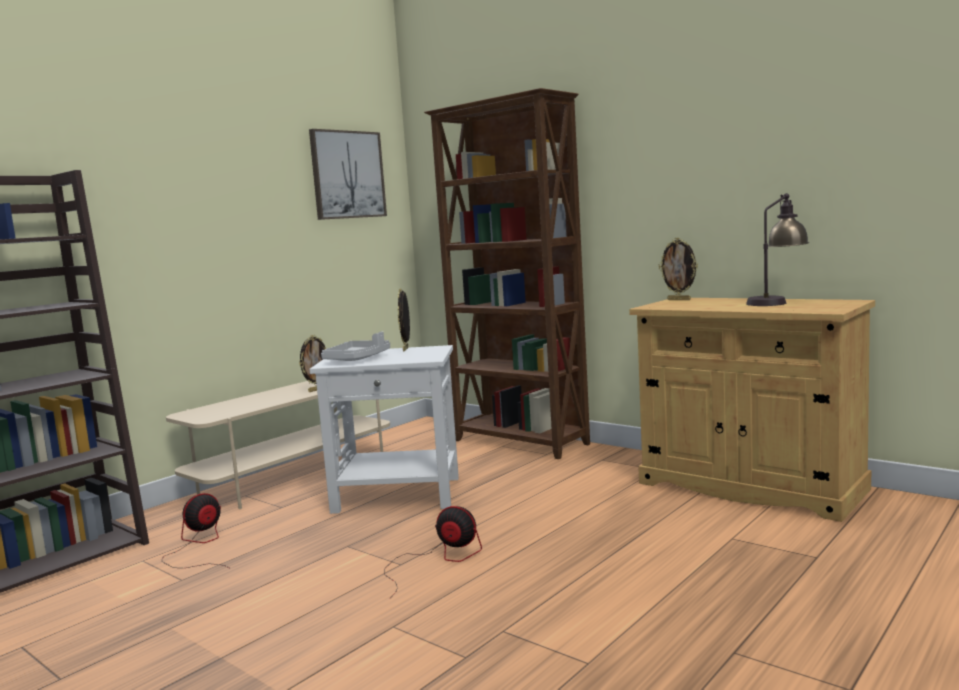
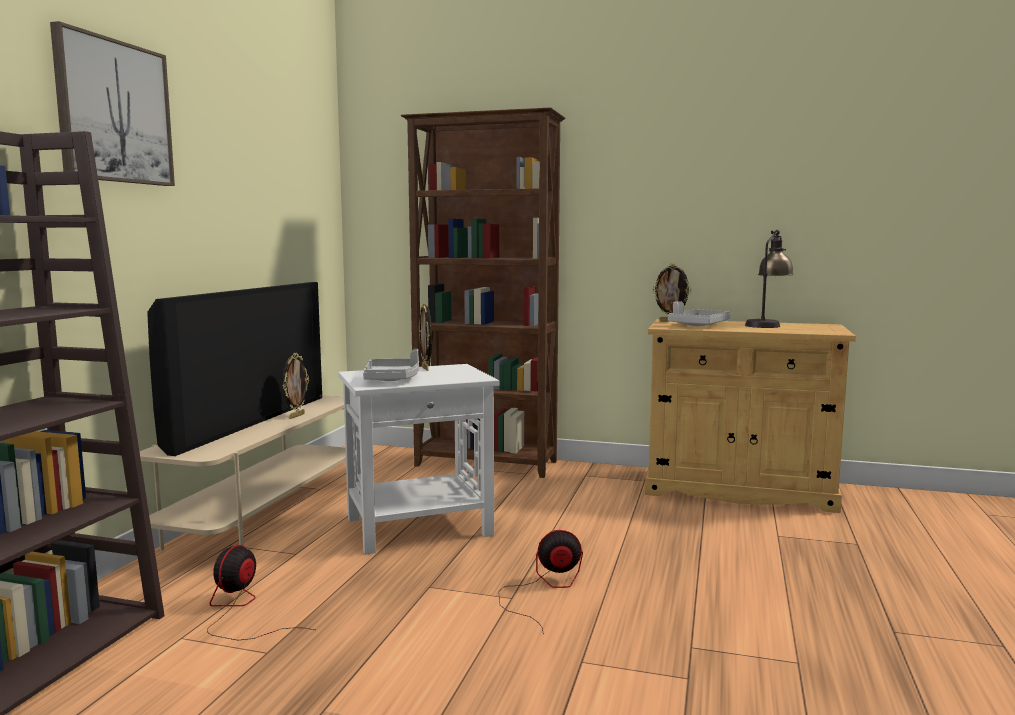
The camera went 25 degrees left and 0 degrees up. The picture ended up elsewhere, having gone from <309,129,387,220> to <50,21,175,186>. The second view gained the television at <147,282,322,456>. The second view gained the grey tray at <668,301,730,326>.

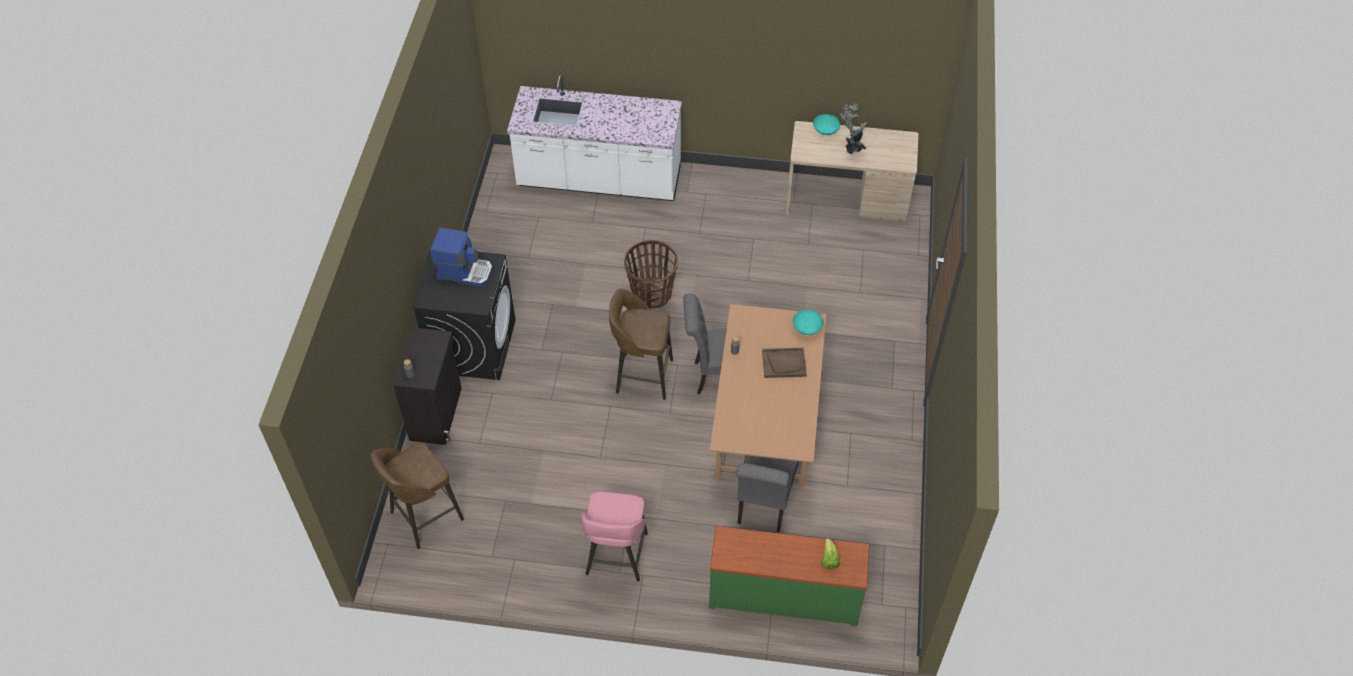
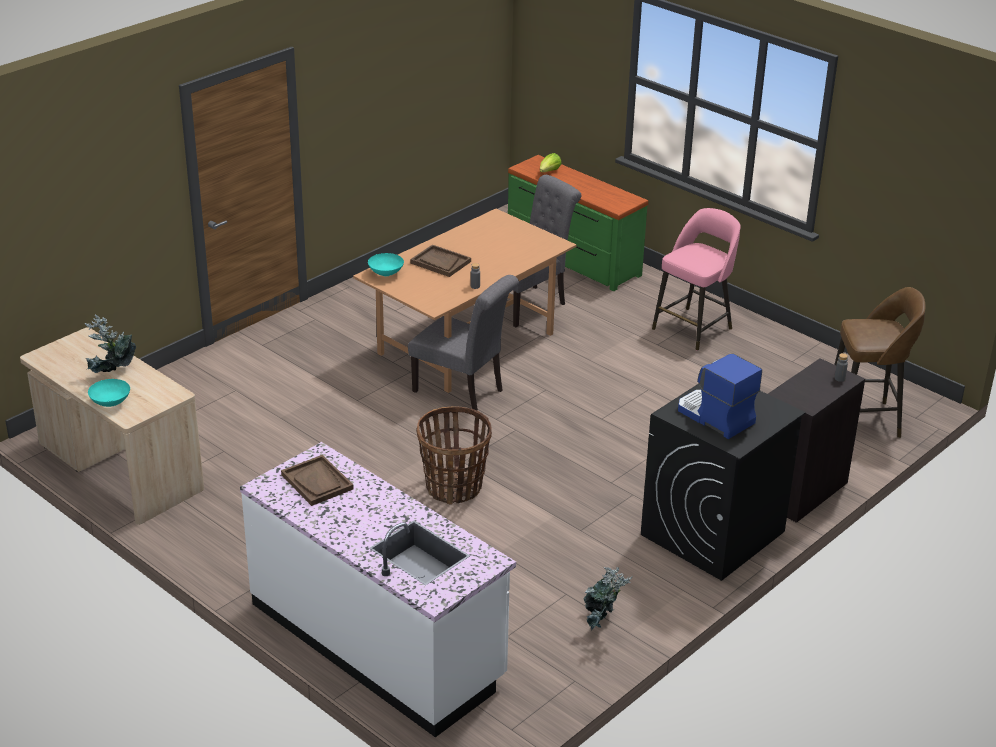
The camera went 145 degrees left and 20 degrees down. The second view lost the brown stool at <609,289,673,400>. The second view gained the brown tray at <281,455,354,506>. The second view gained the potted plant at <584,567,633,630>.

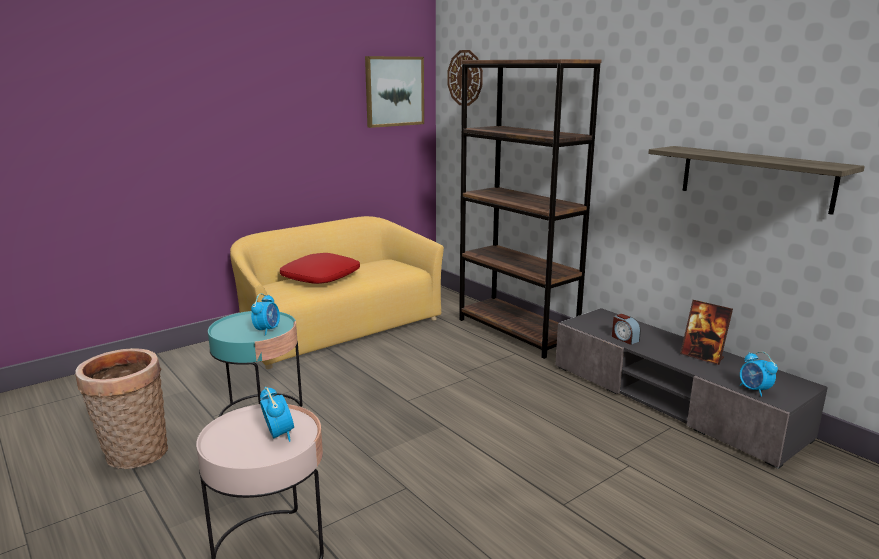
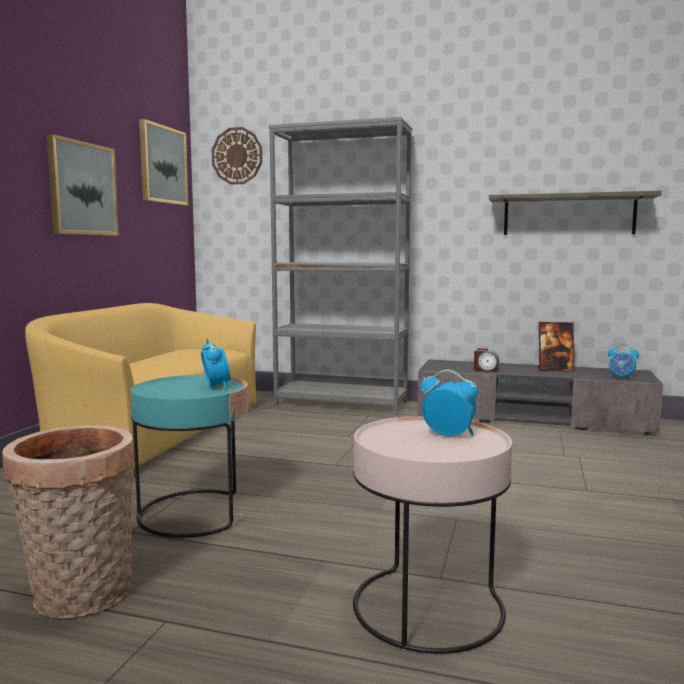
The camera went 35 degrees left and 10 degrees down. The second view lost the red pillow at <280,253,360,284>. What was the brown bookcase at <459,59,602,359> turned into the grey bookcase at <269,117,412,415>. The second view gained the picture at <46,134,119,236>.

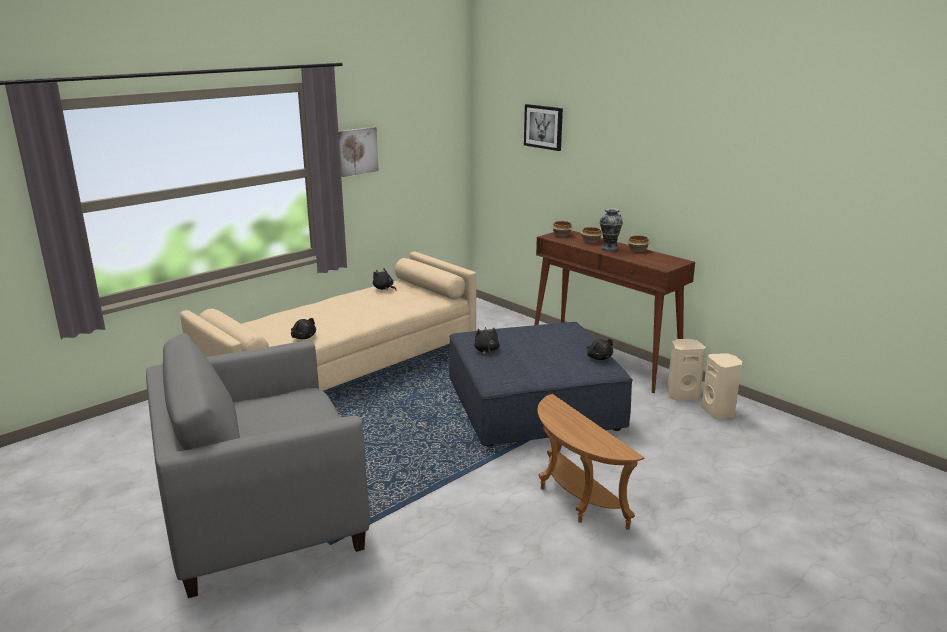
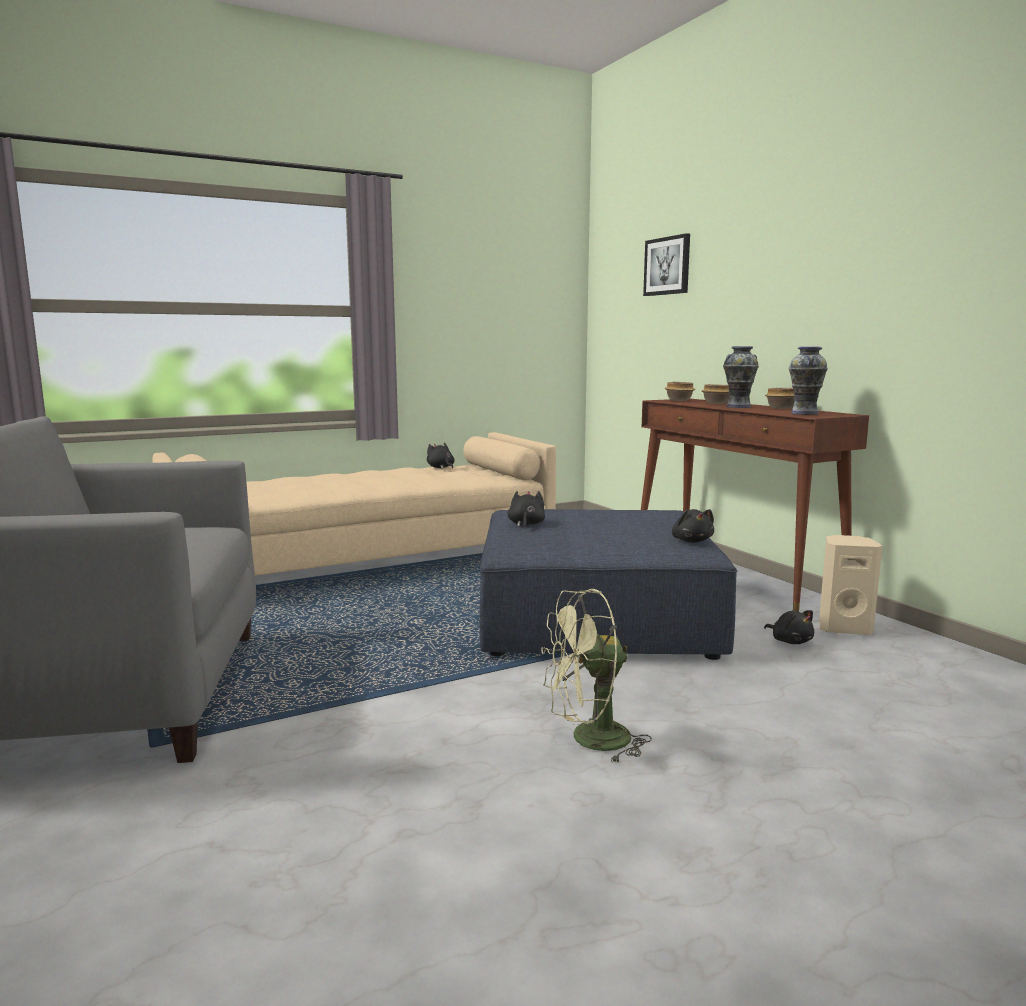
The camera went 15 degrees right and 10 degrees down. The black plush toy ended up elsewhere, having gone from <291,318,316,339> to <764,610,814,644>. The second view lost the picture at <338,127,379,177>. Where the brown side table stood at <537,394,644,530>, the green fan came to stand at <541,589,652,764>. The second view lost the beige speaker at <701,353,742,420>. The second view gained the vase at <788,347,828,415>.

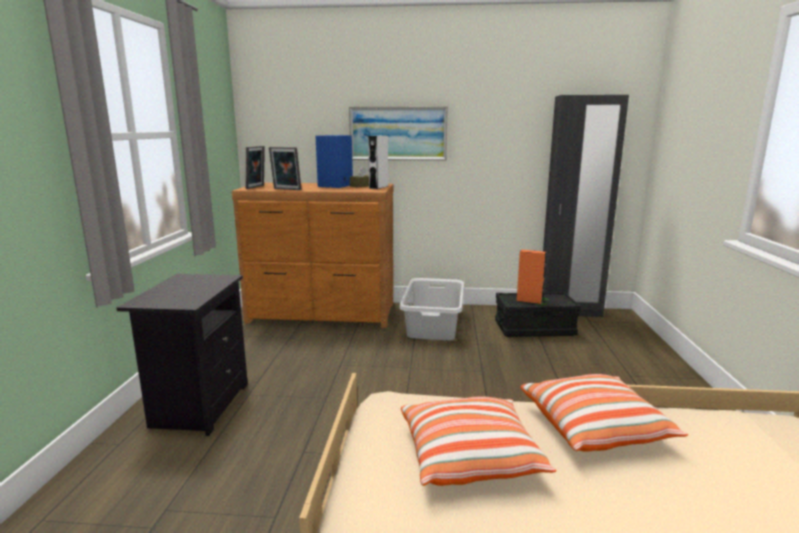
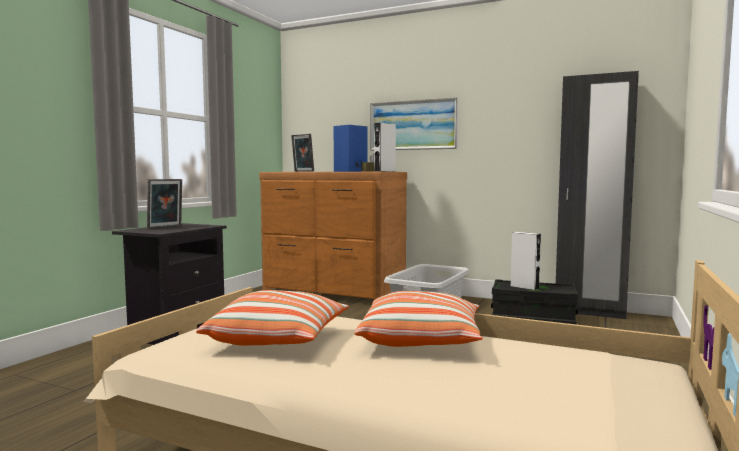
The camera went 20 degrees right and 10 degrees down. The picture frame ended up elsewhere, having gone from <246,146,265,189> to <147,179,182,229>. What was the orange speaker at <516,249,546,304> turned into the white speaker at <510,232,541,290>.

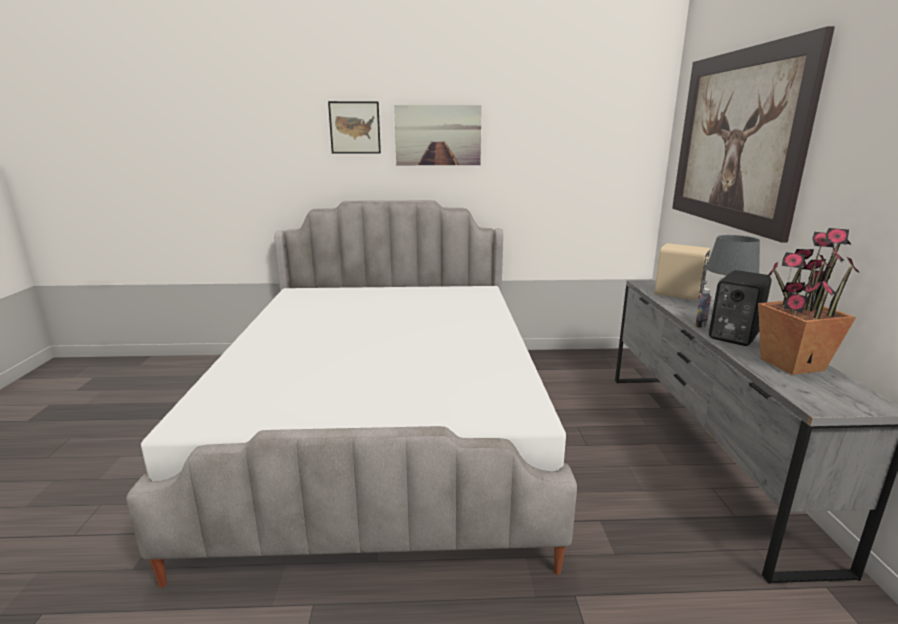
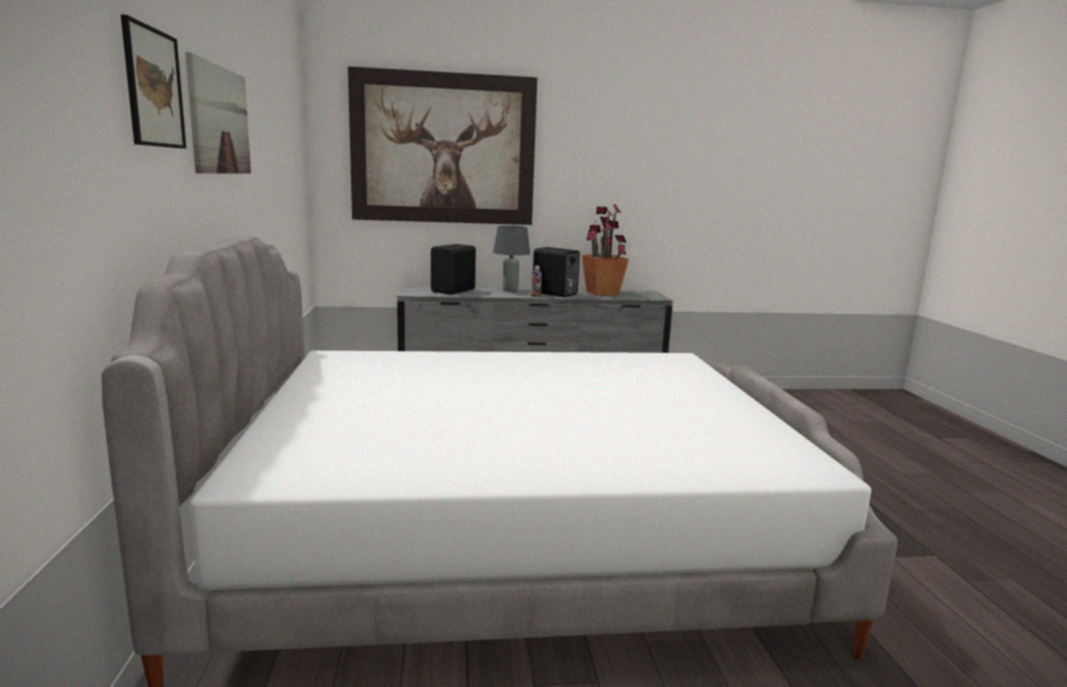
The camera went 95 degrees left and 5 degrees down. What was the beige speaker at <655,243,710,301> turned into the black speaker at <431,244,476,295>.

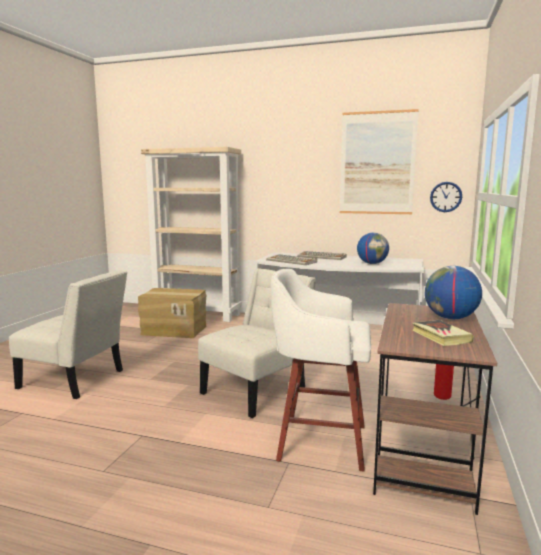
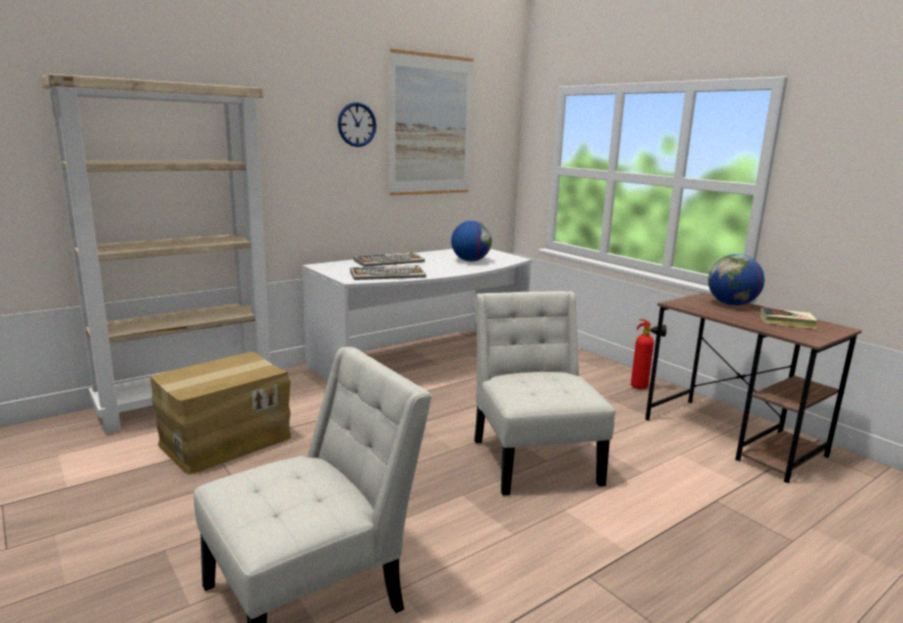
The camera went 55 degrees left and 5 degrees up. The second view lost the white stool at <271,269,371,472>. The wall clock ended up elsewhere, having gone from <430,182,462,212> to <338,102,376,147>.

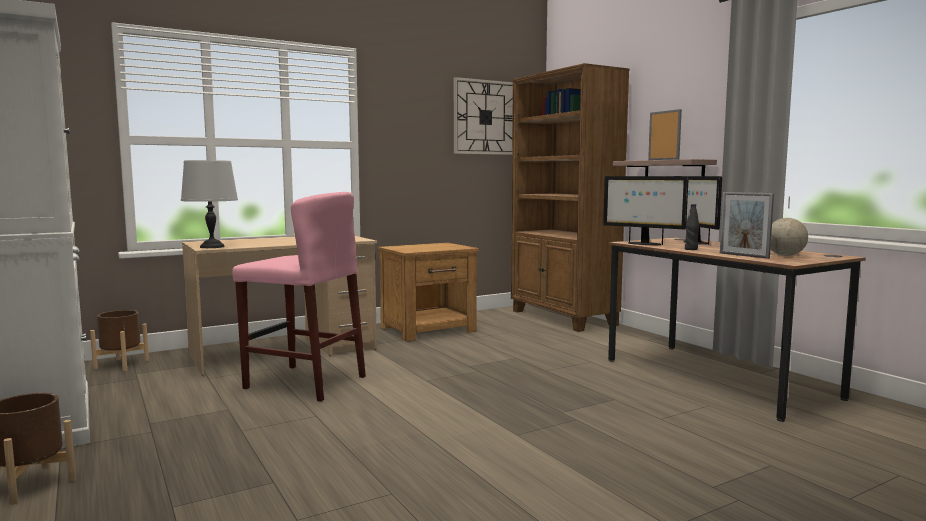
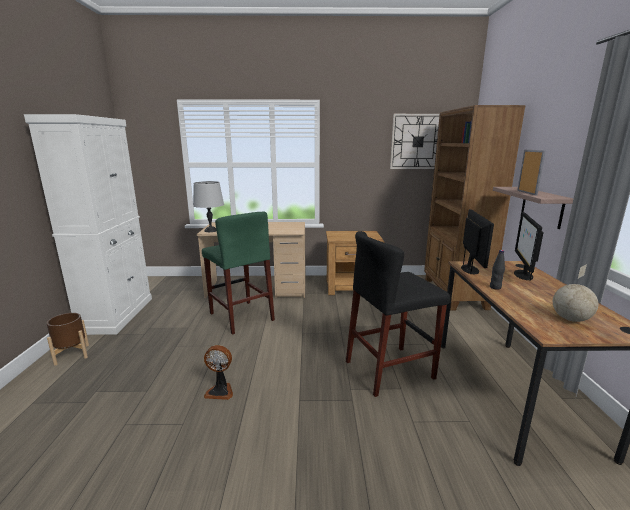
The camera went 30 degrees right and 10 degrees up. The second view lost the brown planter at <90,310,149,371>. What was the pink stool at <232,192,366,402> turned into the green stool at <202,212,275,335>. The monitor at <603,176,689,245> ended up facing another way, 150 degrees counterclockwise from before. The second view lost the picture frame at <720,192,774,259>. The second view gained the fan at <204,345,233,400>. The second view gained the black stool at <346,231,450,397>.

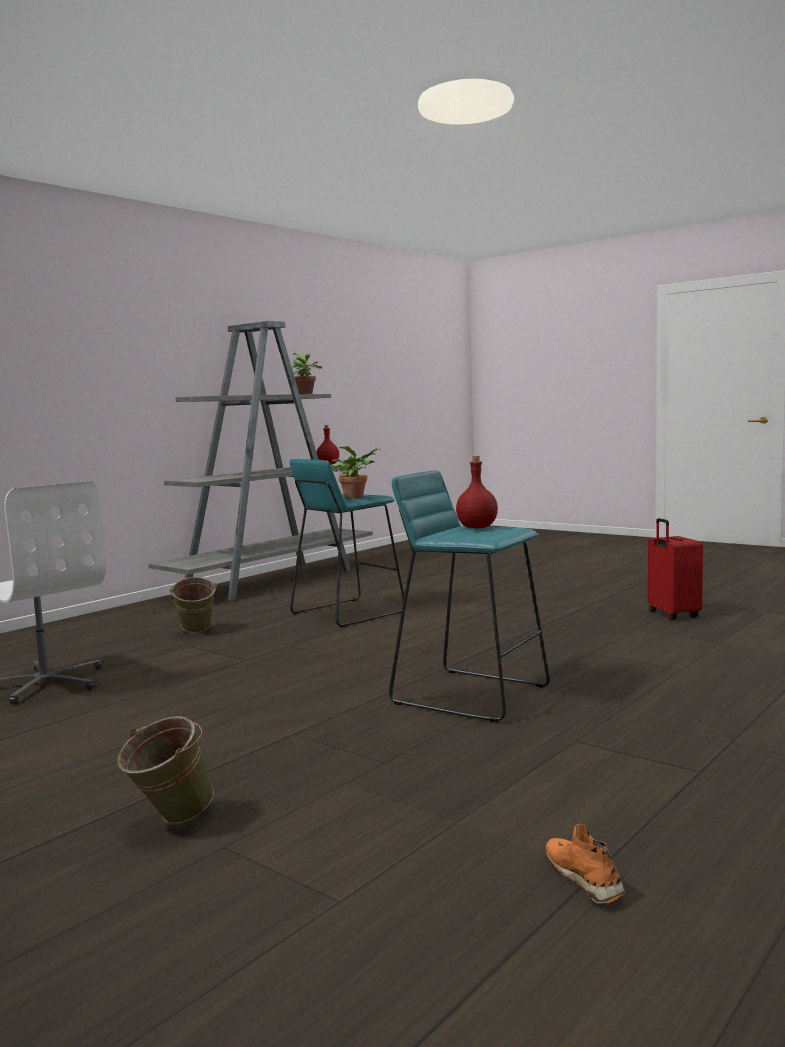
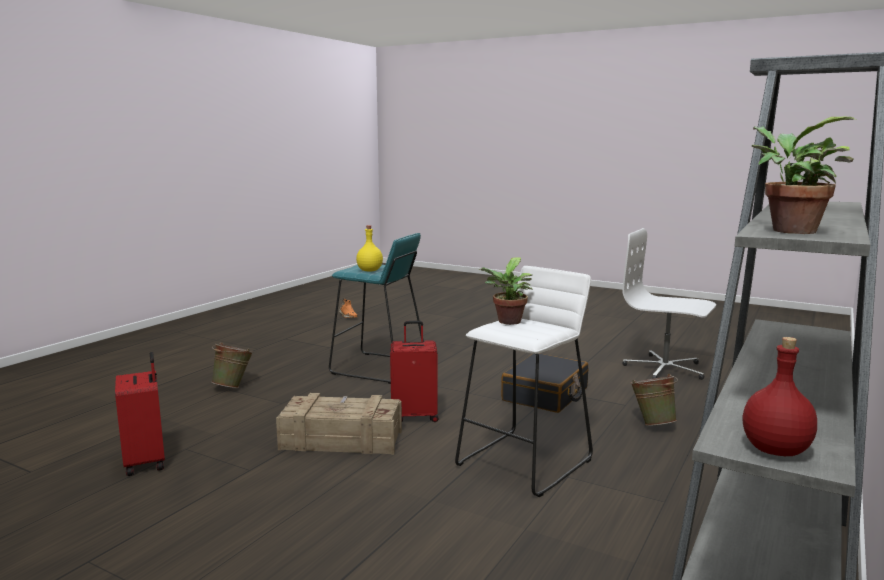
The camera went 170 degrees right and 5 degrees up. The green bucket ended up elsewhere, having gone from <117,716,214,824> to <211,342,254,388>. What was the turquoise stool at <290,459,404,627> turned into the white stool at <455,266,593,497>. What was the red bottle at <456,456,498,528> turned into the yellow bottle at <356,225,383,272>. The second view gained the crate at <276,393,402,455>. The second view gained the red suitcase at <390,321,438,422>. The second view gained the black suitcase at <501,354,588,413>.

